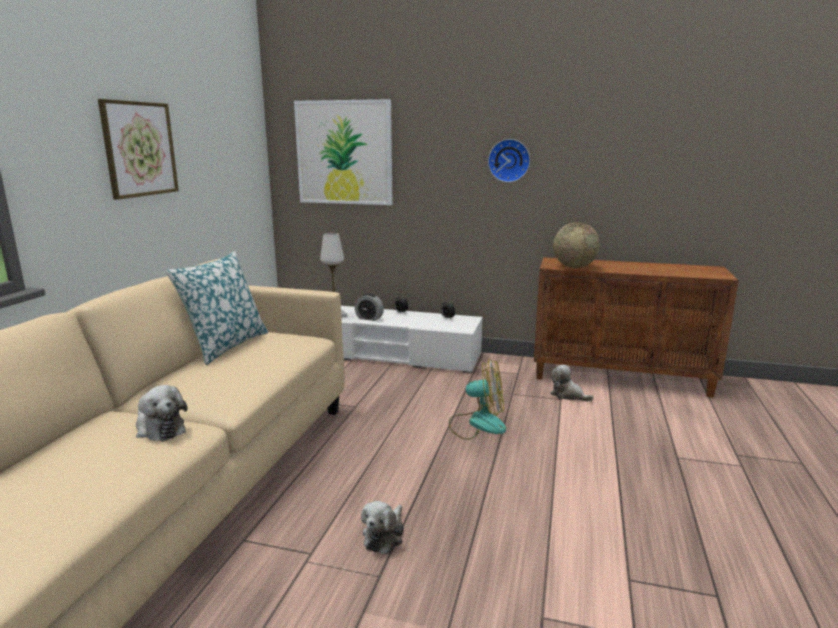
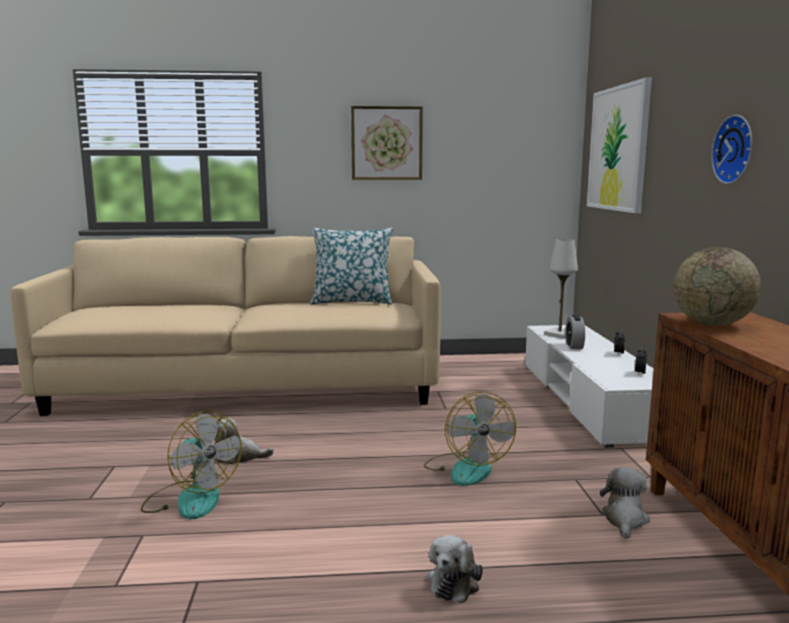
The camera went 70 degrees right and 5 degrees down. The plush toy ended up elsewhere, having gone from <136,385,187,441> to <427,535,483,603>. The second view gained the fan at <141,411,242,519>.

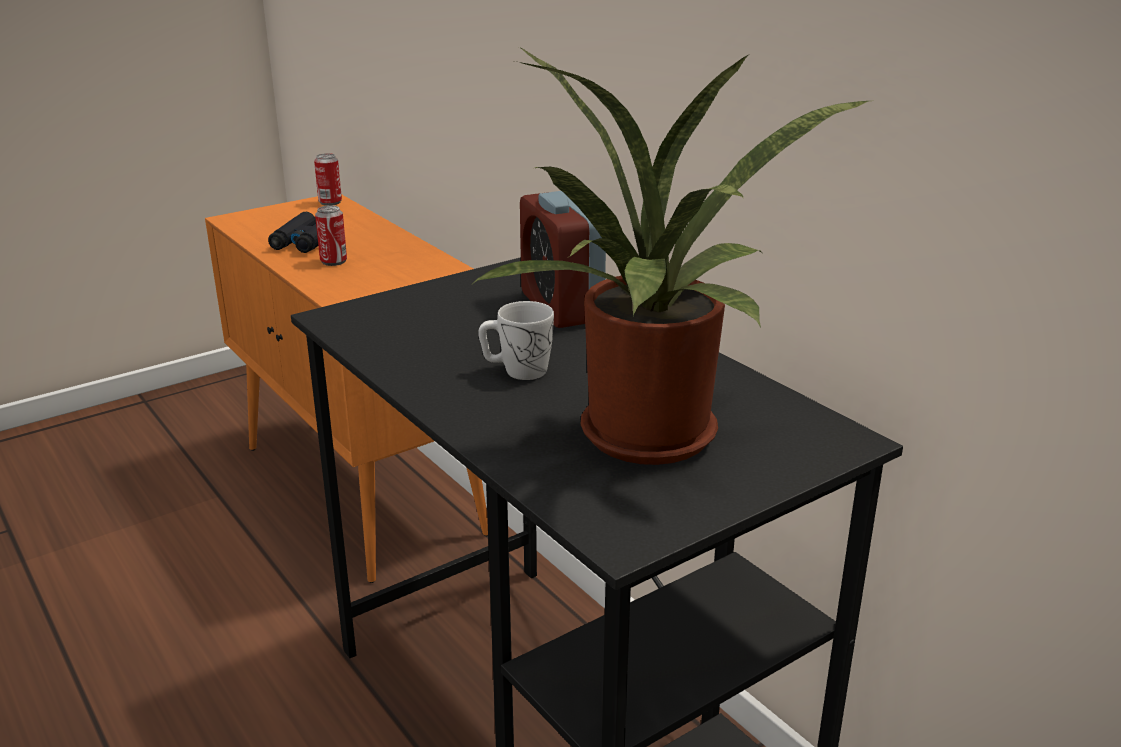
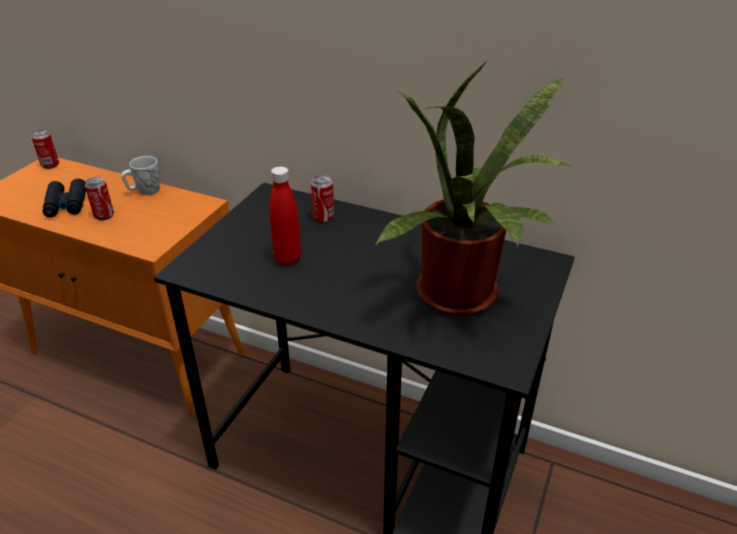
The camera went 30 degrees left and 10 degrees up. The white mug ended up elsewhere, having gone from <478,301,554,380> to <121,156,160,195>. Where the alarm clock stood at <520,191,606,328>, the can came to stand at <311,175,334,223>. The second view gained the red bottle at <269,166,301,266>.

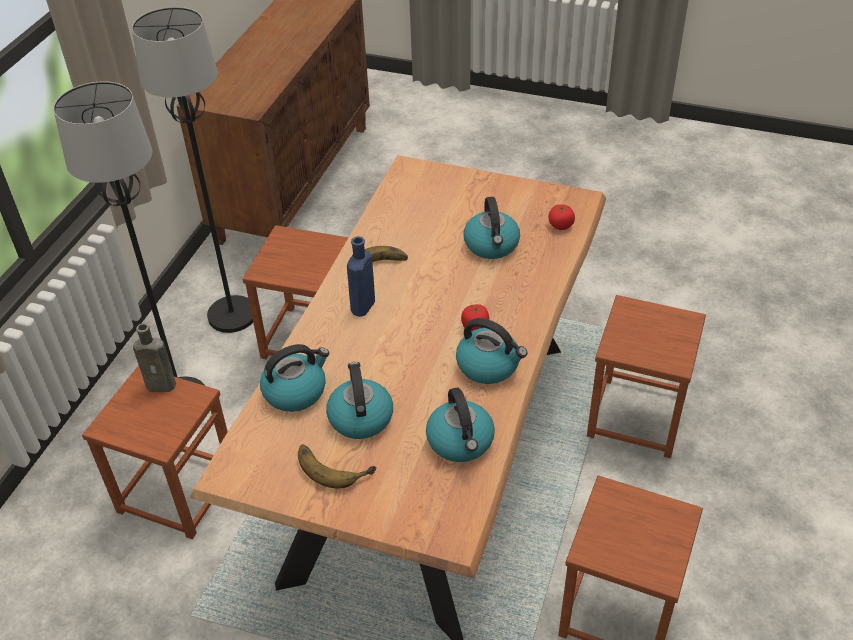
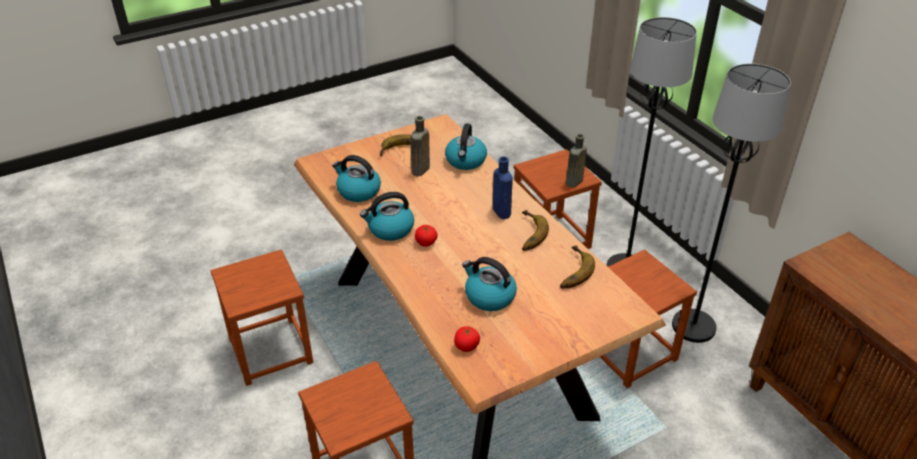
The camera went 130 degrees right and 5 degrees down. Where the kettle stood at <326,362,393,439>, the brown bottle came to stand at <411,116,430,176>. The second view gained the banana at <560,245,595,289>.

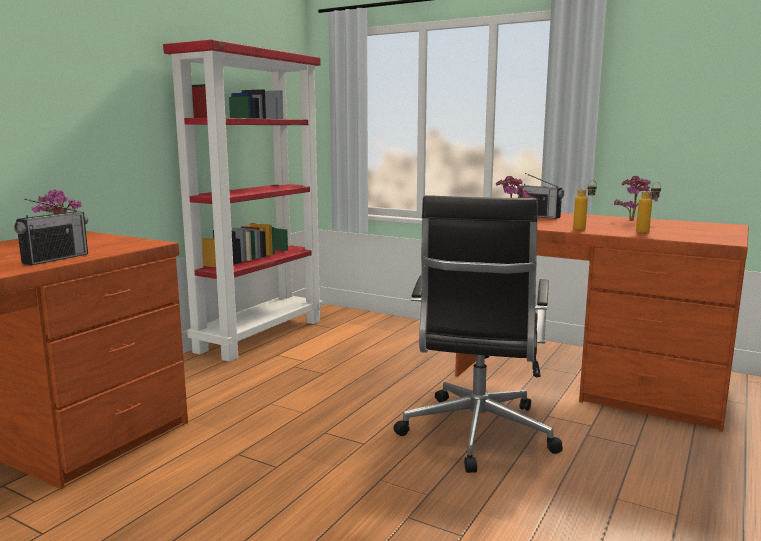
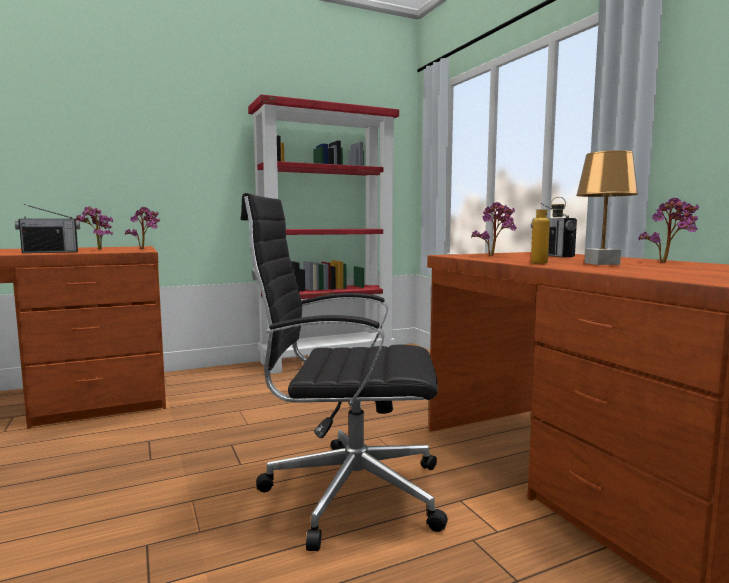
The camera went 35 degrees right and 5 degrees down. The black office chair at <394,195,563,473> ended up facing another way, 45 degrees clockwise from before. The second view lost the bottle at <636,182,661,234>. The second view gained the potted plant at <125,207,160,249>. The second view gained the brown table lamp at <576,150,638,265>.

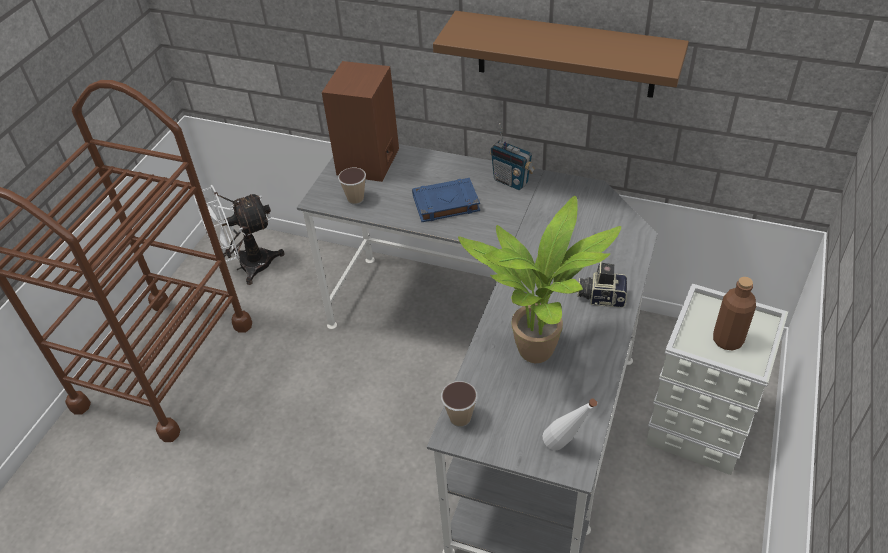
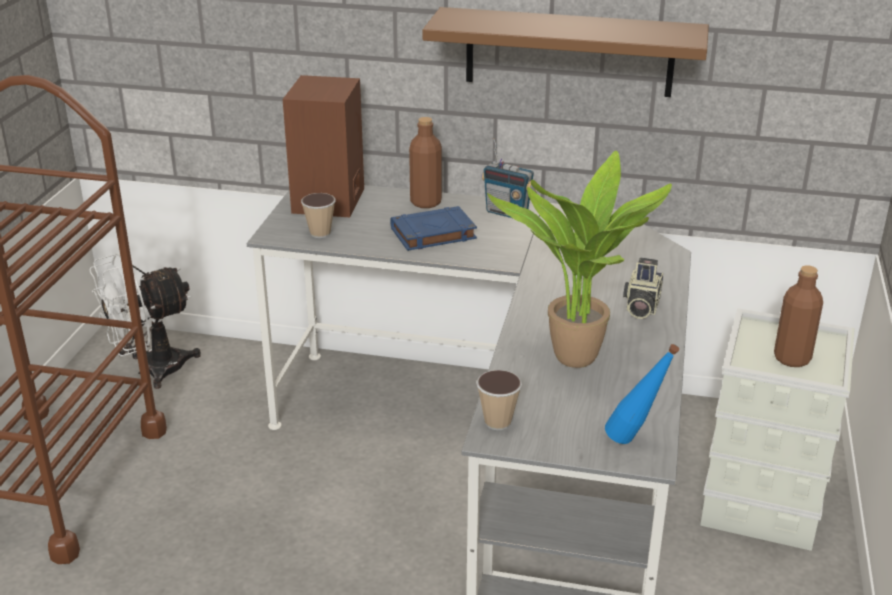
The camera went 10 degrees left and 15 degrees down. What was the white bottle at <543,399,597,450> turned into the blue bottle at <605,344,679,444>. The photo camera at <577,262,627,308> ended up facing another way, 75 degrees counterclockwise from before. The second view gained the brown bottle at <409,117,442,208>.

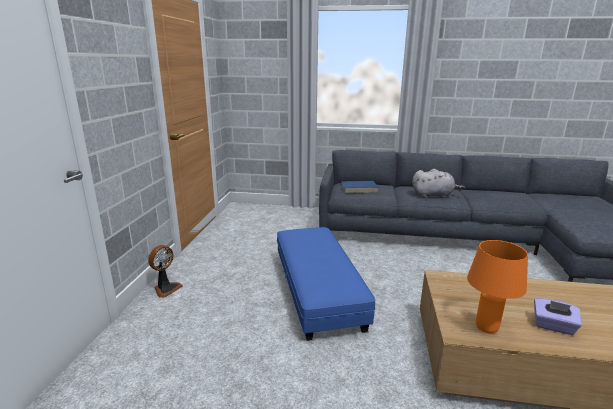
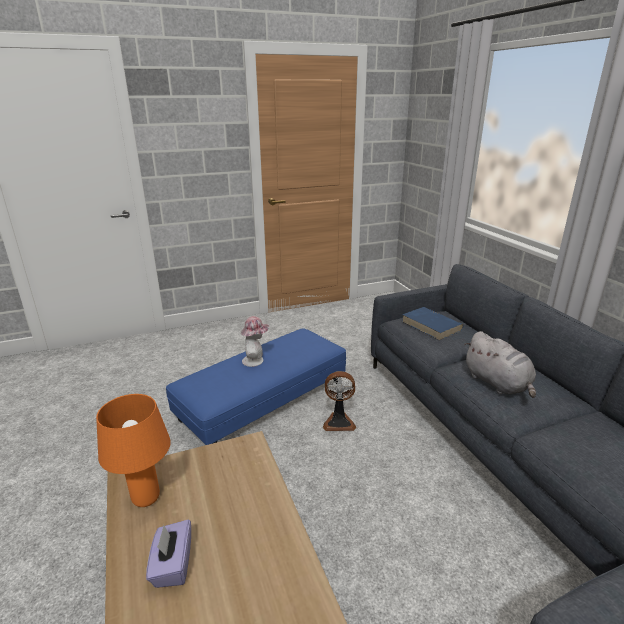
The camera went 60 degrees right and 5 degrees up. The fan ended up elsewhere, having gone from <148,245,183,298> to <323,371,356,431>. The second view gained the hat at <241,316,269,367>.

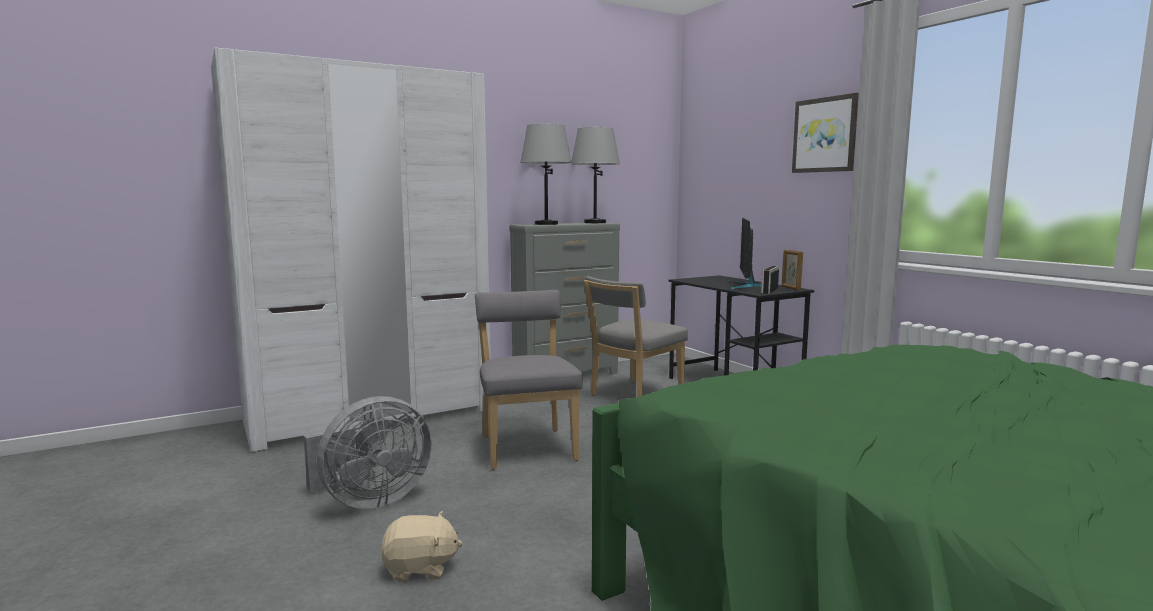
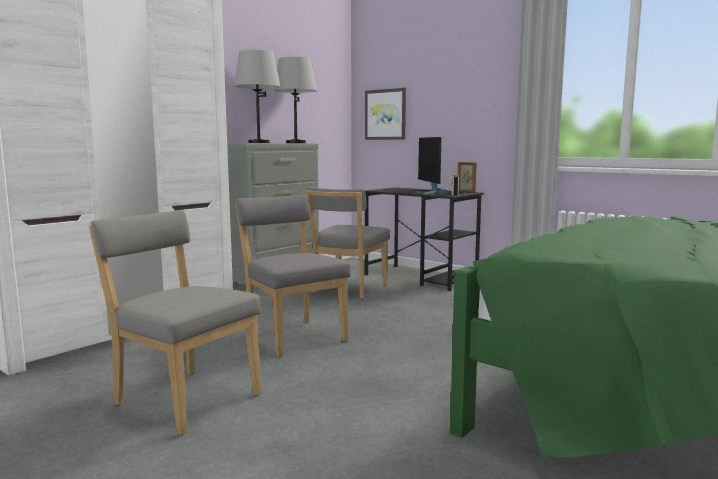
The camera went 20 degrees left and 0 degrees up. Where the grey fan stood at <303,396,432,509>, the grey chair came to stand at <89,210,262,435>. The second view lost the beige plush toy at <381,511,463,582>. The picture ended up elsewhere, having gone from <792,93,859,173> to <365,88,406,140>.

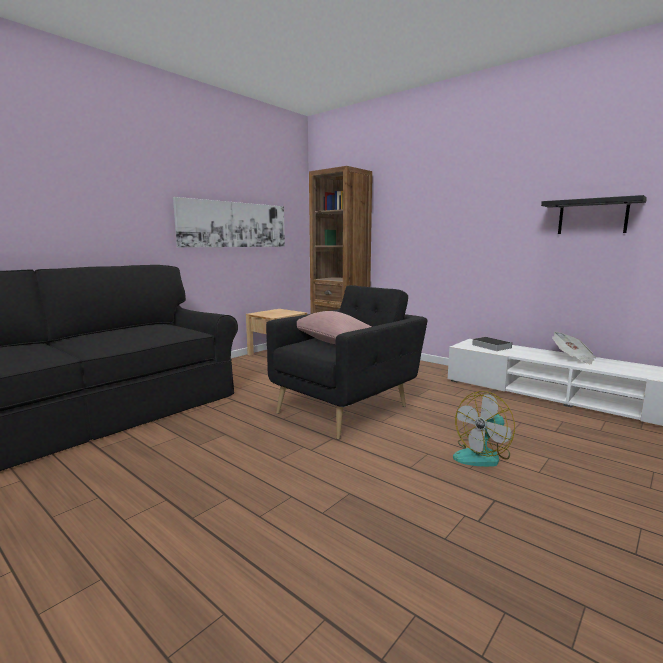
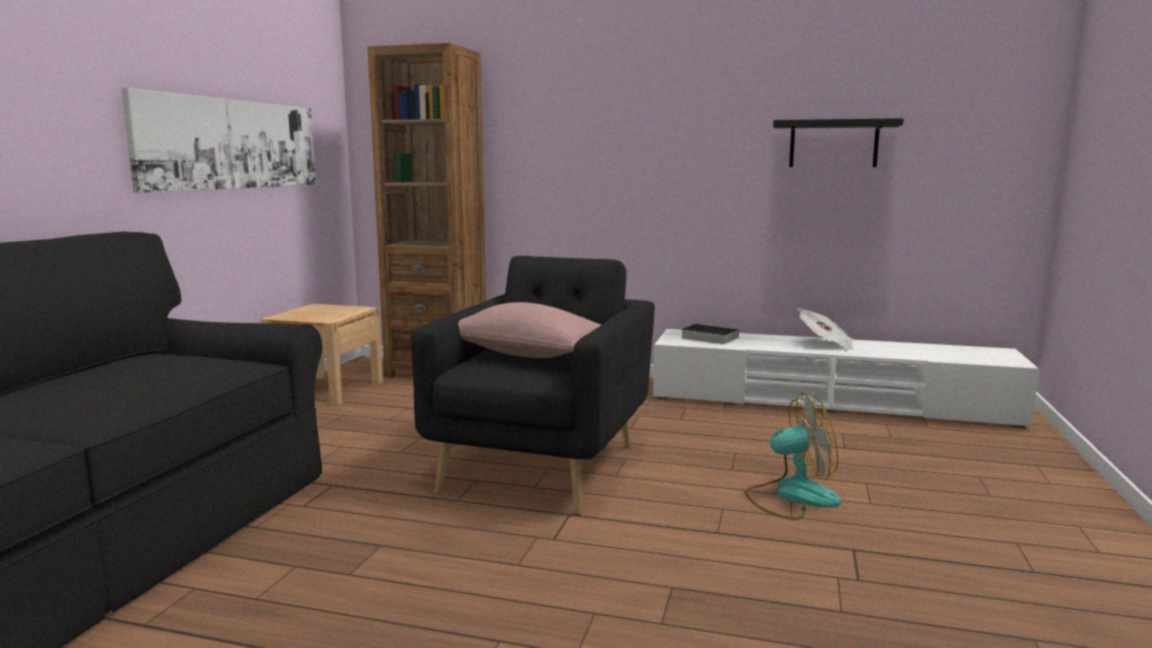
The camera went 25 degrees left and 0 degrees up. The fan at <453,391,515,467> ended up facing another way, 120 degrees counterclockwise from before.

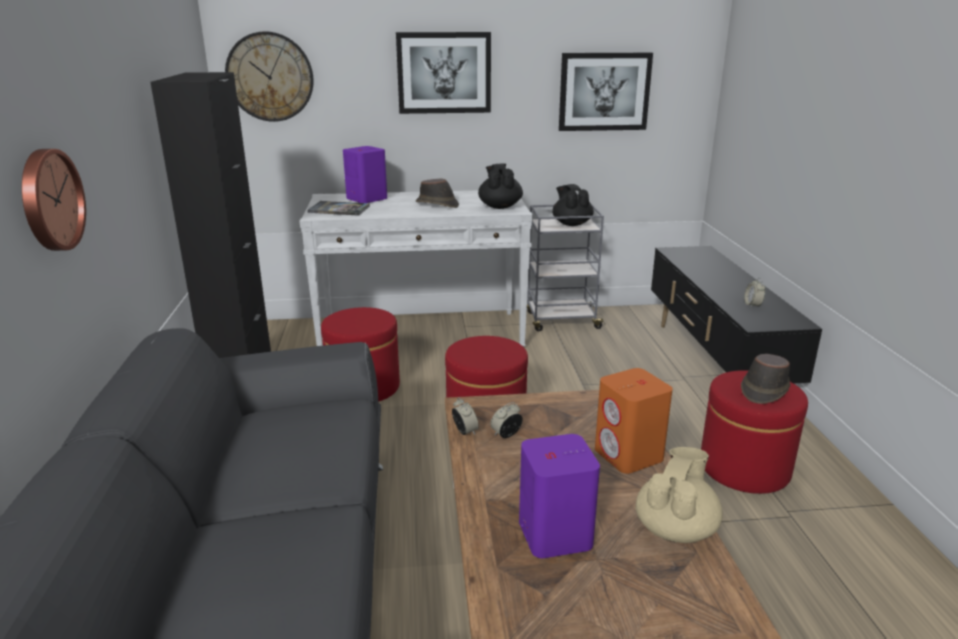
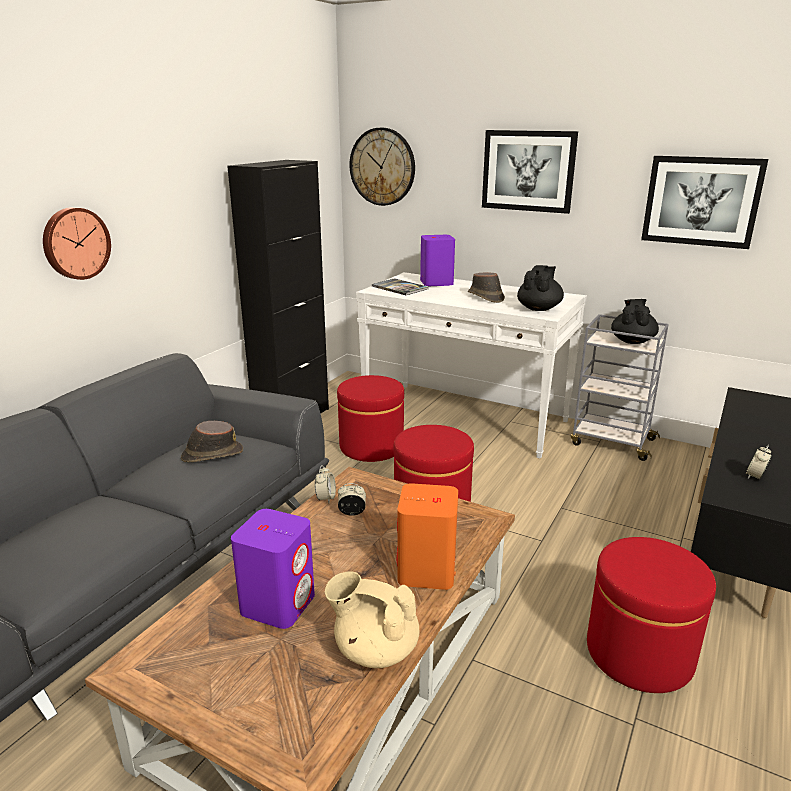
The camera went 35 degrees right and 0 degrees up. The beige teapot at <636,447,723,543> ended up facing another way, 135 degrees counterclockwise from before. The brown hat ended up elsewhere, having gone from <741,354,790,404> to <181,421,243,462>.

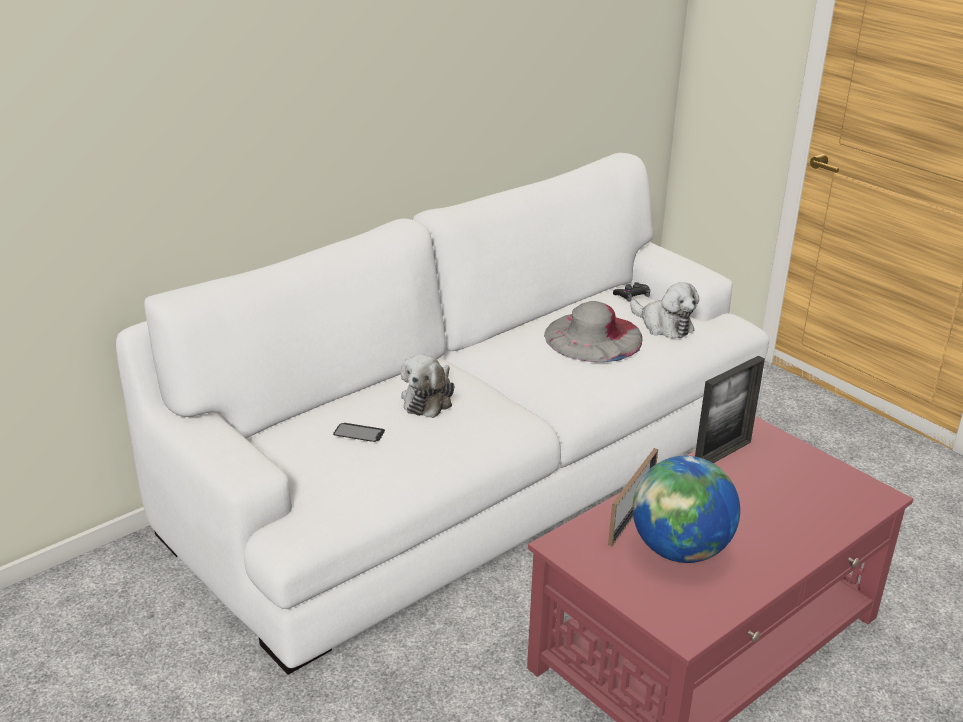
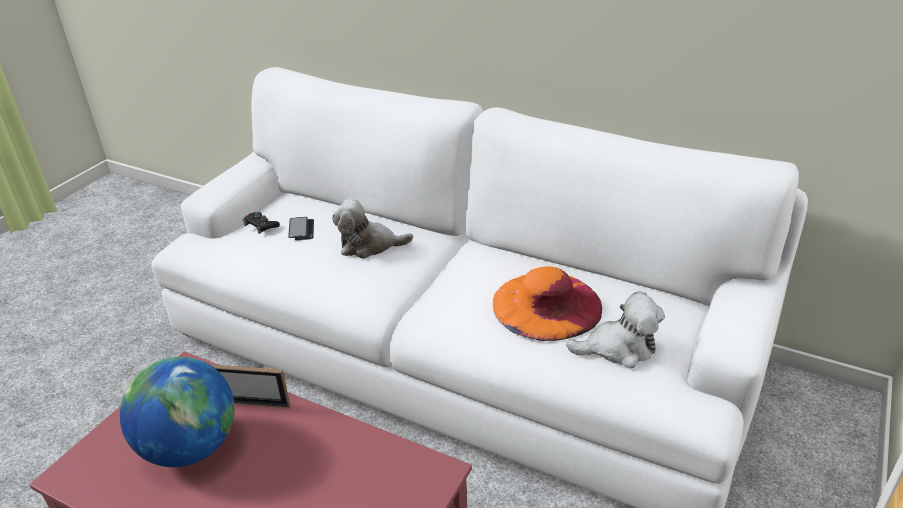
The camera went 70 degrees right and 5 degrees up. What was the grey hat at <544,301,642,362> turned into the orange hat at <493,266,602,341>. The black game controller ended up elsewhere, having gone from <613,282,651,302> to <243,212,280,234>. The plush toy at <630,282,699,338> ended up facing another way, 120 degrees counterclockwise from before. The second view lost the picture frame at <695,356,765,463>.

